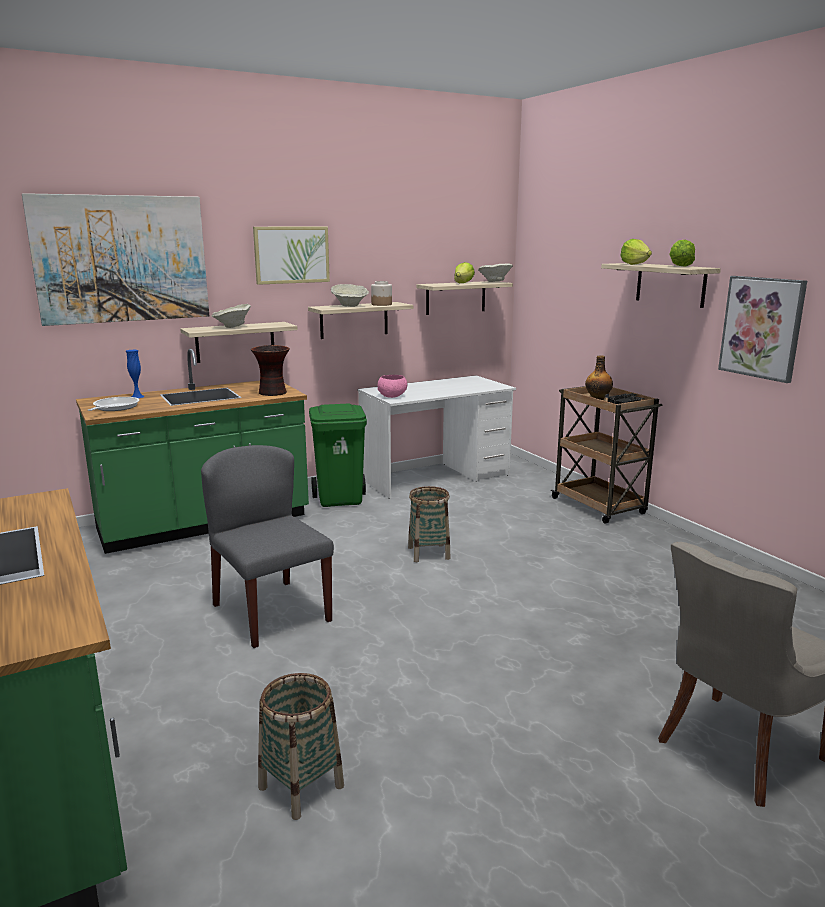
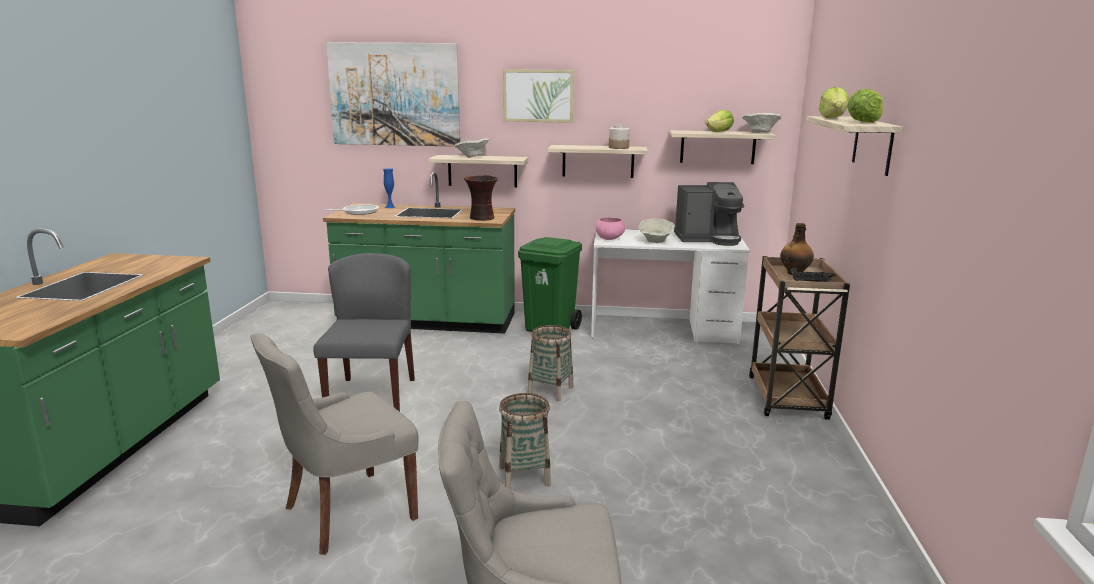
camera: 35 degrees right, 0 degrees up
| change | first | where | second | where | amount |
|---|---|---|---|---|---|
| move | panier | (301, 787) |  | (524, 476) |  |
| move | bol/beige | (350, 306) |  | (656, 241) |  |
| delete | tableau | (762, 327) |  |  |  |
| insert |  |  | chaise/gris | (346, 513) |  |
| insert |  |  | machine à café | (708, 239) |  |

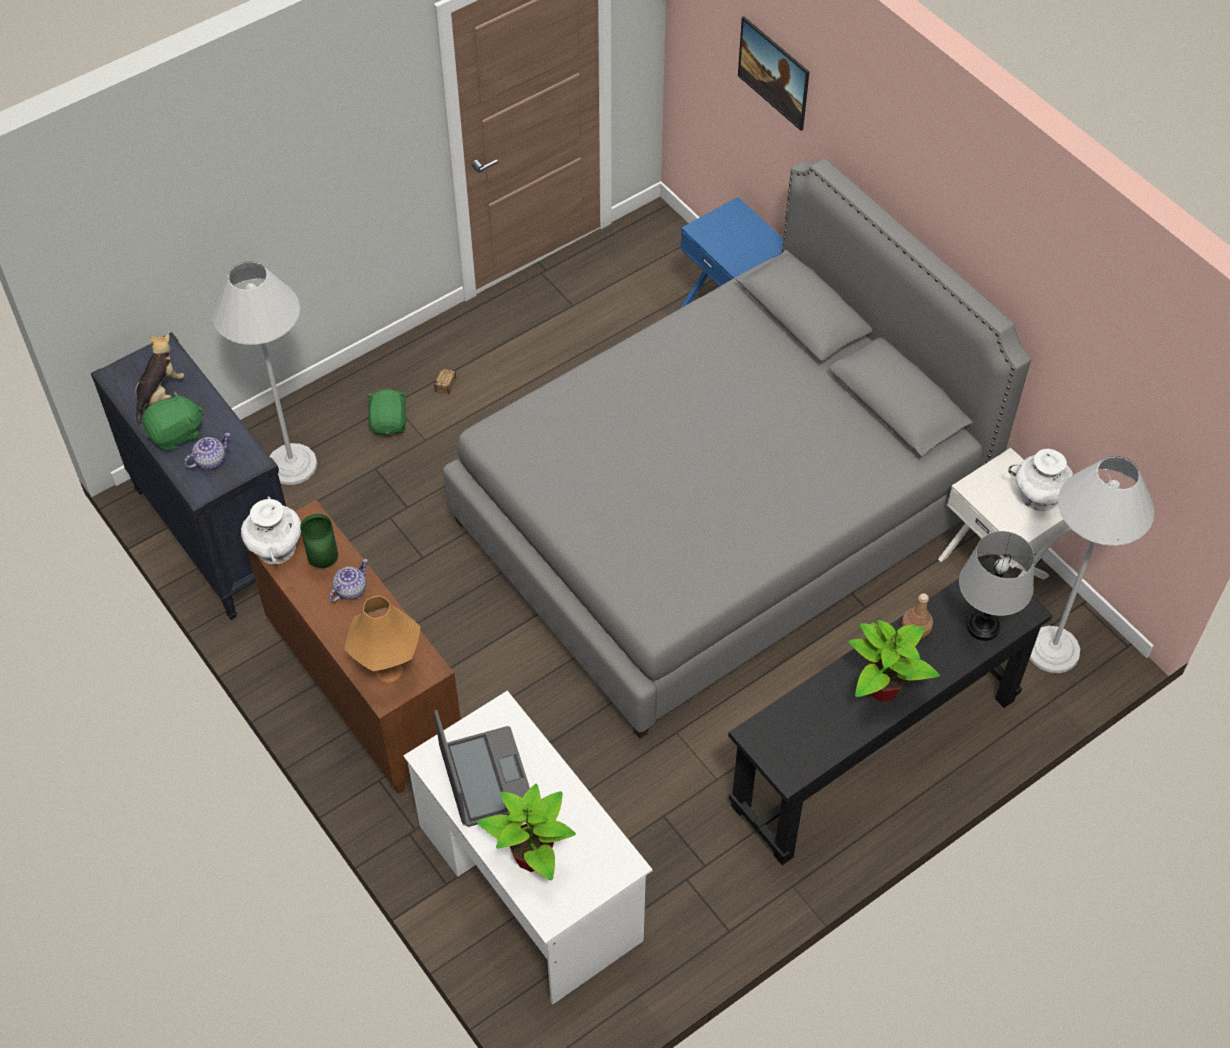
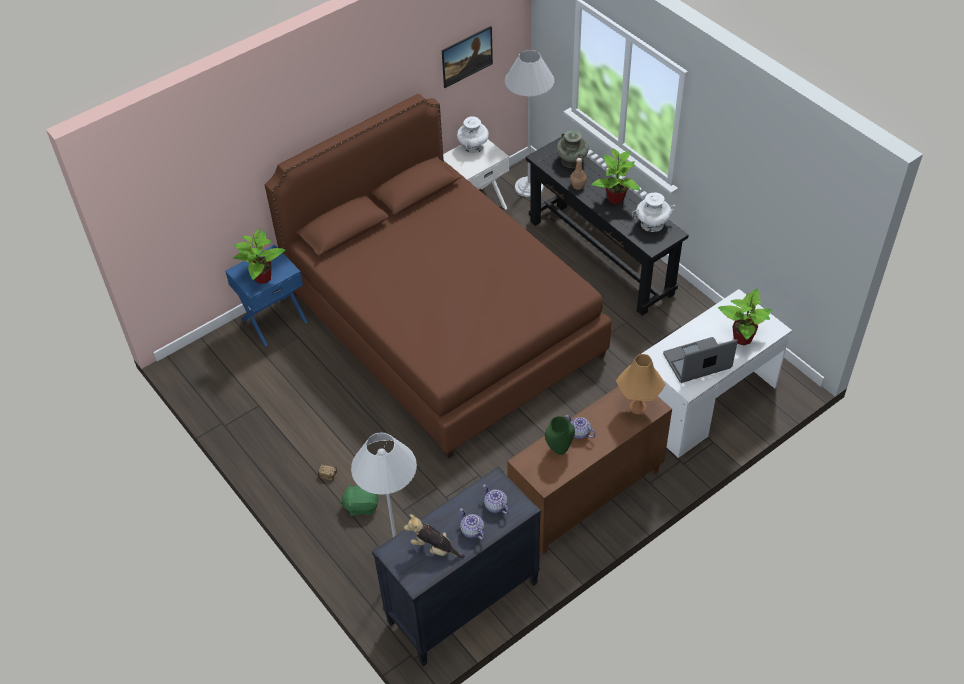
camera: 90 degrees left, 5 degrees down
| change | first | where | second | where | amount |
|---|---|---|---|---|---|
| replace | peluche/vert | (176, 434) | théière | (472, 531) |  |
| move | vase/blanc | (276, 548) |  | (652, 224) |  |
| recolor | lit/gris | (718, 518) | lit/marron | (443, 324) |  |
| move | tableau | (772, 87) |  | (467, 66) |  |
| replace | lampe de table/gris | (983, 626) | vase/turquoise | (571, 161) |  |
| insert |  |  | plante en pot | (262, 278) |  |

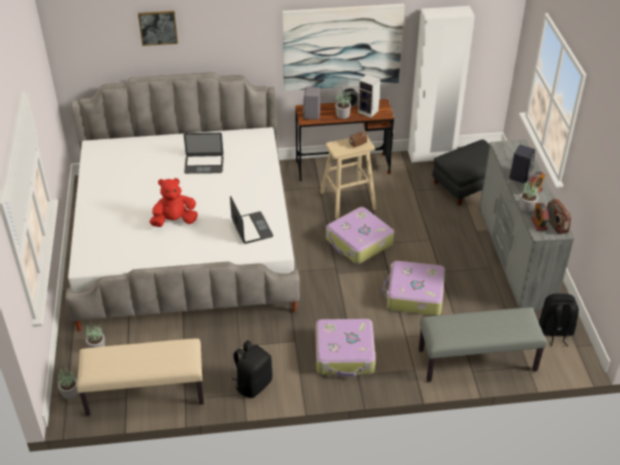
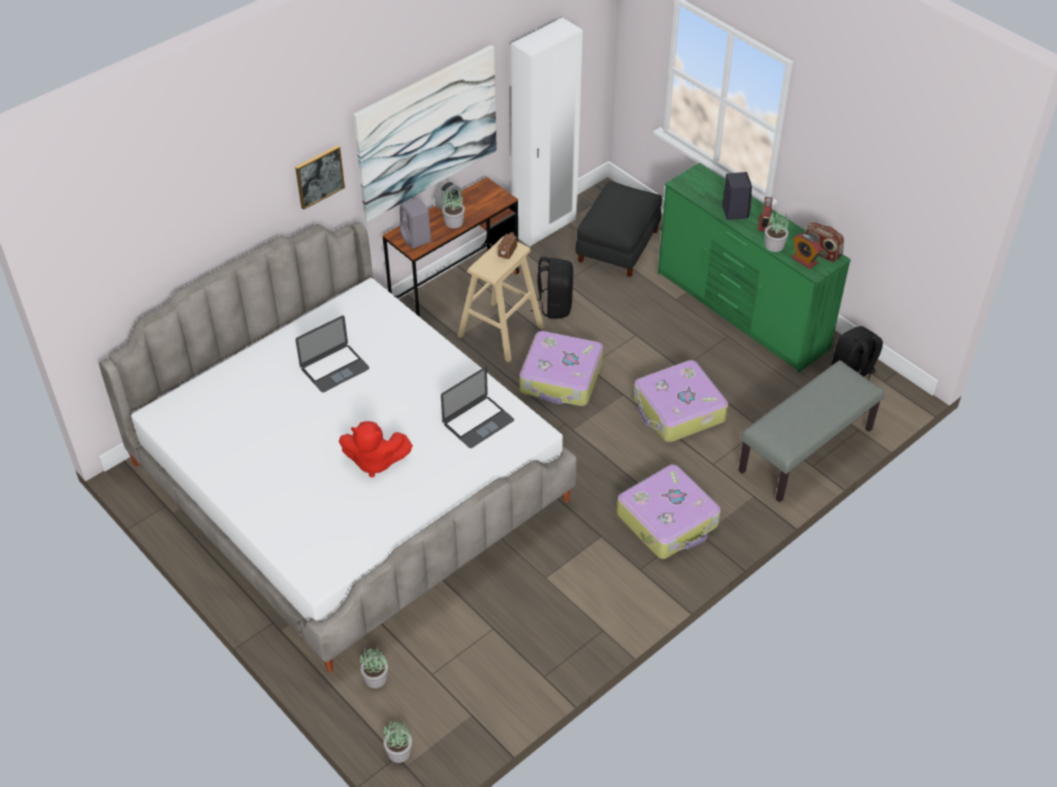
camera: 35 degrees left, 5 degrees up
| change | first | where | second | where | amount |
|---|---|---|---|---|---|
| delete | banc/beige | (145, 393) |  |  |  |
| move | tableau | (158, 27) |  | (319, 176) |  |
| rotate | peluche/rouge | (174, 221) |  | (374, 461) | 120 degrees counterclockwise |
| rotate | ordinateur portable | (251, 228) |  | (478, 422) | 105 degrees clockwise |
| move | sac à dos/noir | (253, 384) |  | (554, 306) |  |
| delete | enceinte | (369, 112) |  |  |  |
| recolor | commode/gris | (514, 257) | commode/vert | (741, 311) |  |

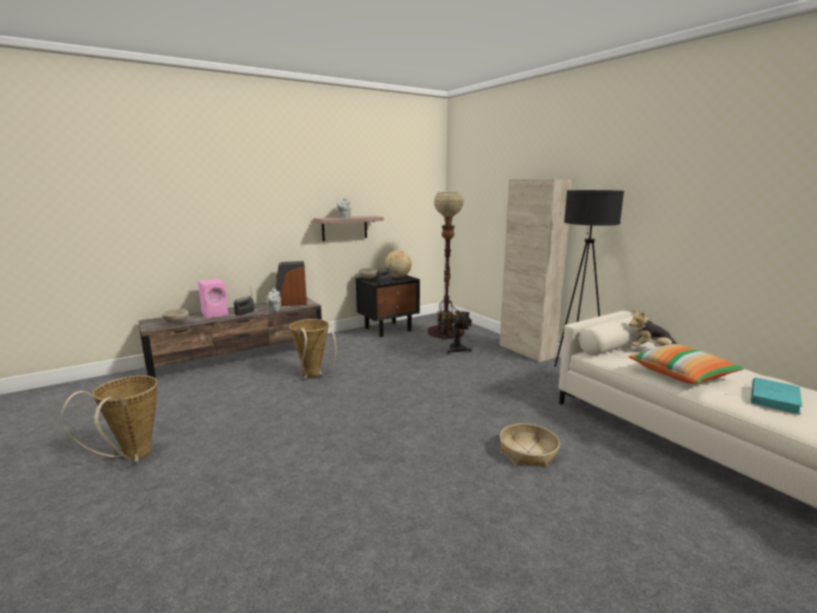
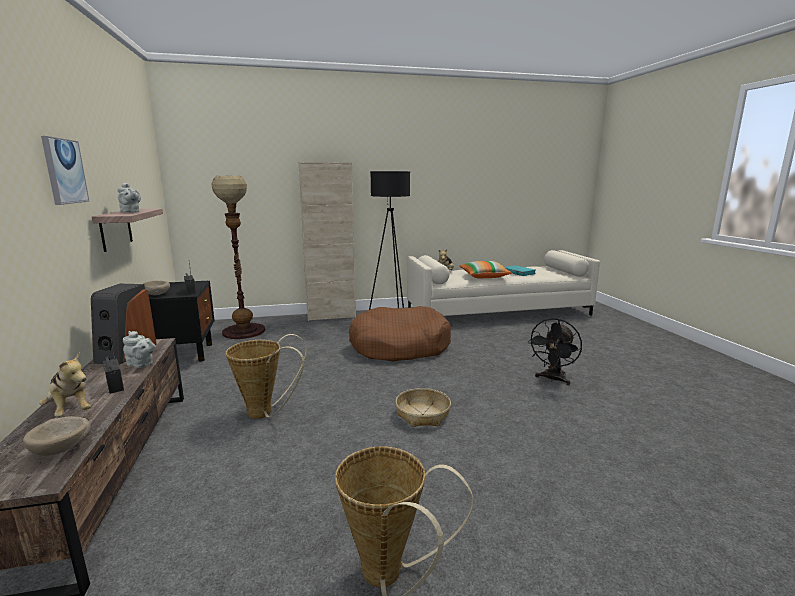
camera: 70 degrees left, 0 degrees up
| change | first | where | second | where | amount |
|---|---|---|---|---|---|
| replace | enceinte/rose | (216, 314) | peluche | (70, 410) |  |
| delete | globe | (397, 277) |  |  |  |
| move | ventilateur/noir | (451, 349) |  | (552, 379) |  |
| move | panier | (528, 452) |  | (423, 414) |  |
| insert |  |  | tableau | (64, 171) |  |
| insert |  |  | panier pour chien/marron | (399, 346) |  |

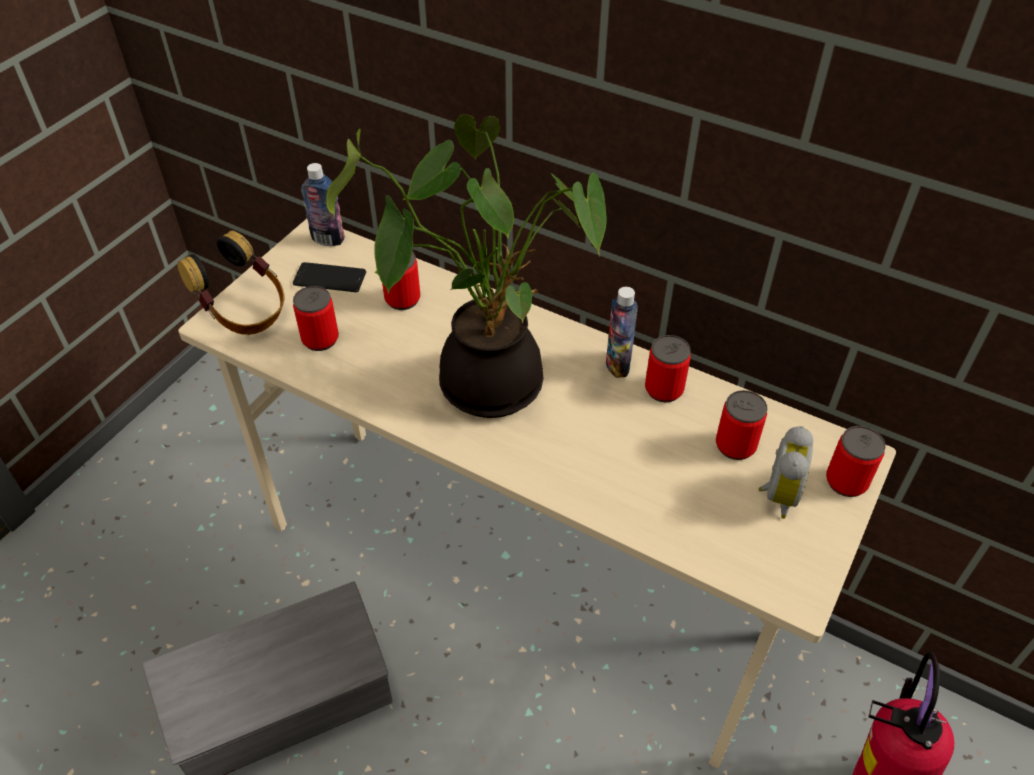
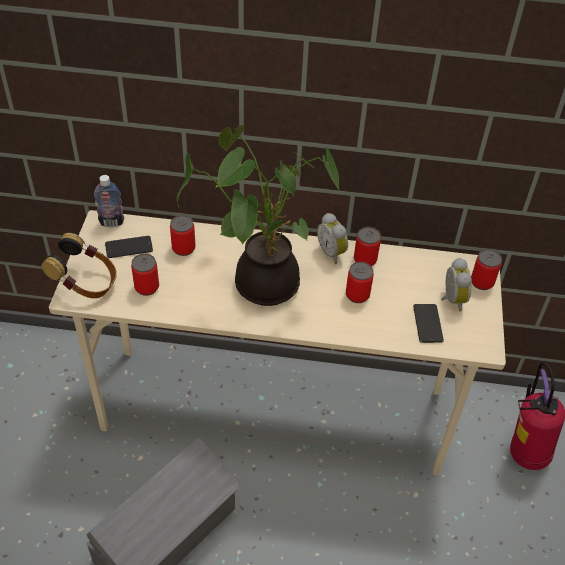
camera: 25 degrees left, 0 degrees up
| change | first | where | second | where | amount |
|---|---|---|---|---|---|
| replace | bouteille | (617, 364) | réveil | (332, 252) |  |
| move | boîte métallique | (735, 445) |  | (357, 295) |  |
| insert |  |  | téléphone | (428, 323) |  |

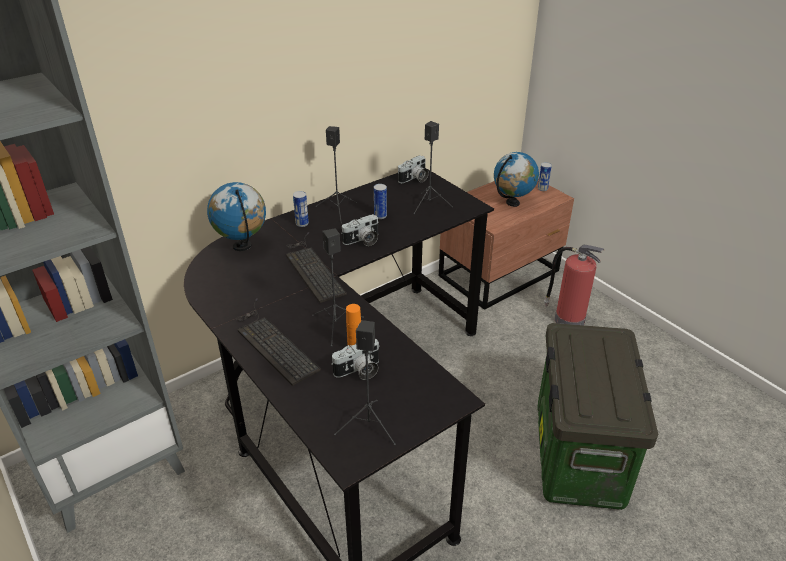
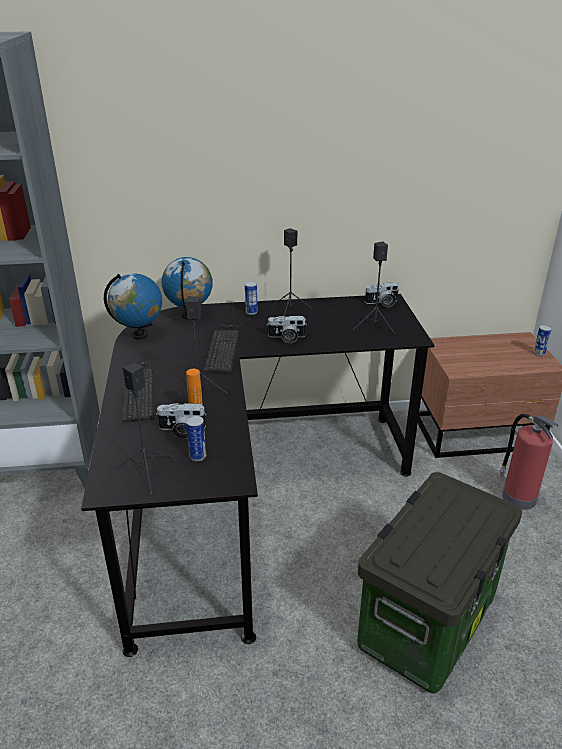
camera: 30 degrees right, 5 degrees down
| change | first | where | second | where | amount |
|---|---|---|---|---|---|
| move | boîte métallique | (380, 216) |  | (197, 456) |  |
| move | globe | (512, 203) |  | (139, 335) |  |

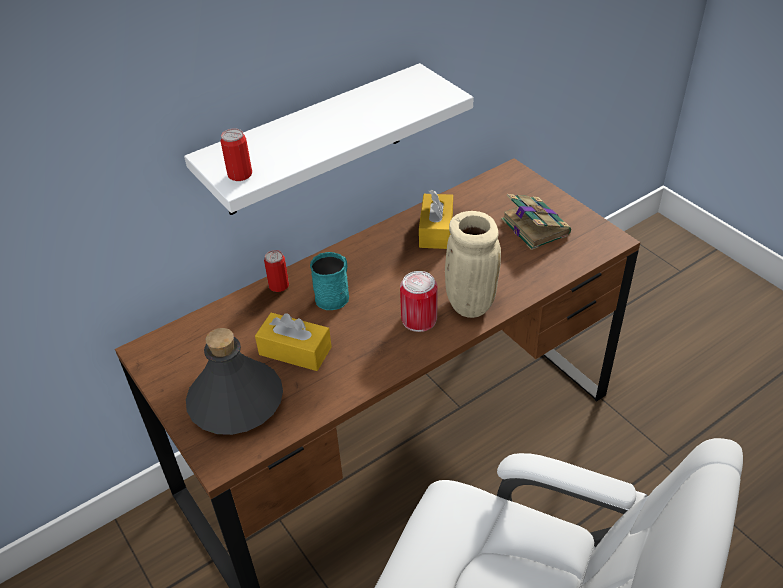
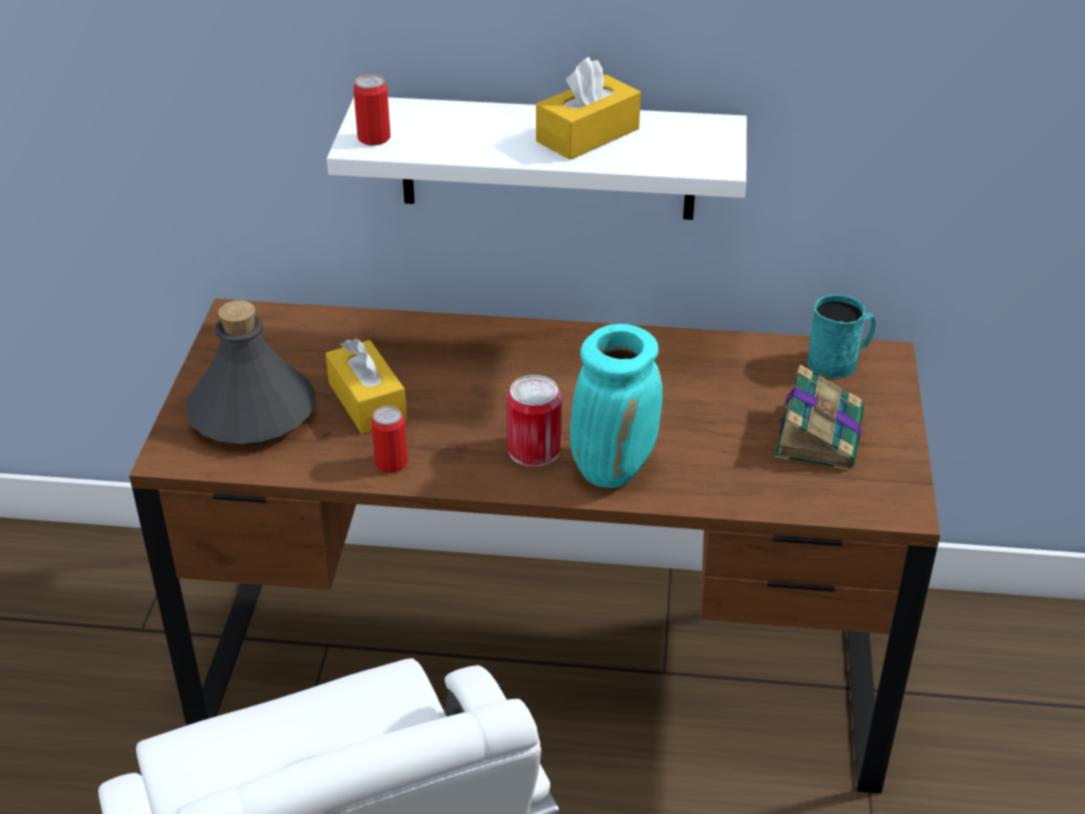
camera: 40 degrees right, 5 degrees down
| change | first | where | second | where | amount |
|---|---|---|---|---|---|
| move | boîte métallique | (279, 285) |  | (391, 463) |  |
| move | mug/turquoise | (334, 295) |  | (839, 361) |  |
| move | boîte à mouchoirs/jaune | (436, 230) |  | (587, 135) |  |
| recolor | vase/beige | (468, 303) | vase/turquoise | (613, 468) |  |

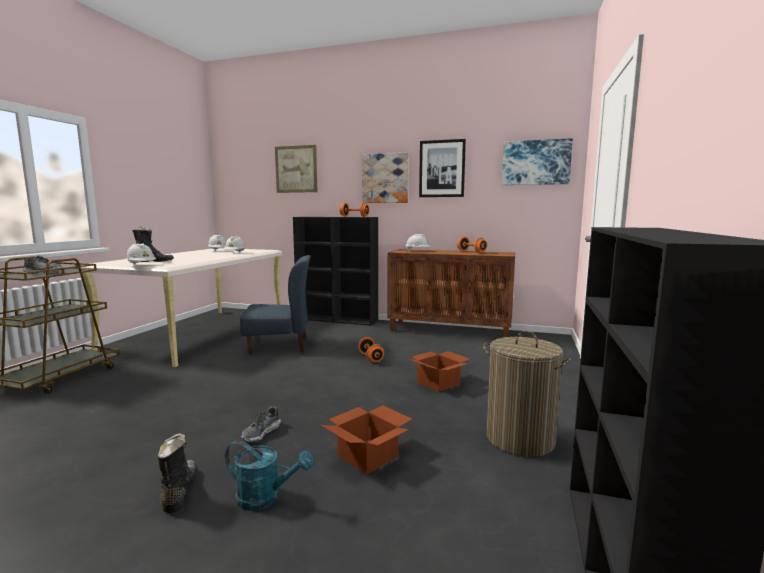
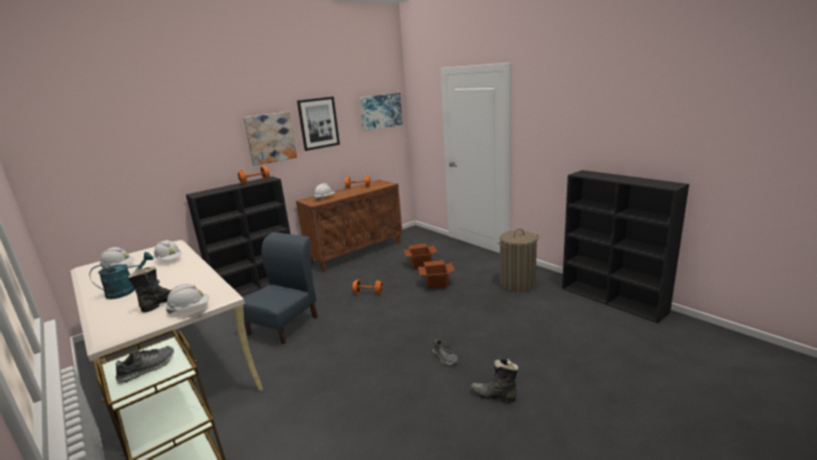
camera: 55 degrees left, 10 degrees up
| change | first | where | second | where | amount |
|---|---|---|---|---|---|
| move | arrosoir/turquoise | (266, 498) |  | (126, 291) |  |
| delete | tableau | (296, 169) |  |  |  |
| move | carton | (369, 456) |  | (421, 263) |  |

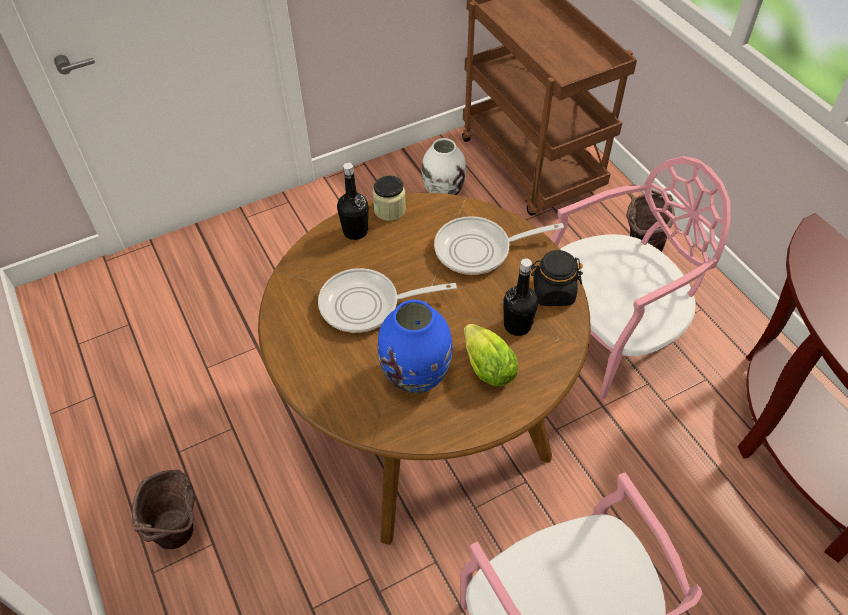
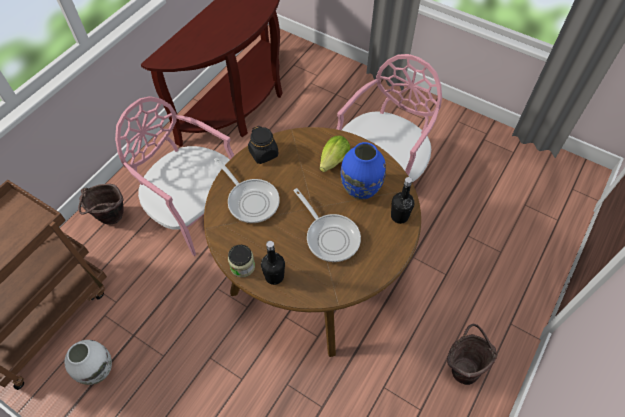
camera: 120 degrees left, 5 degrees up
| change | first | where | second | where | amount |
|---|---|---|---|---|---|
| move | bouteille/noir | (517, 325) |  | (399, 216) |  |

